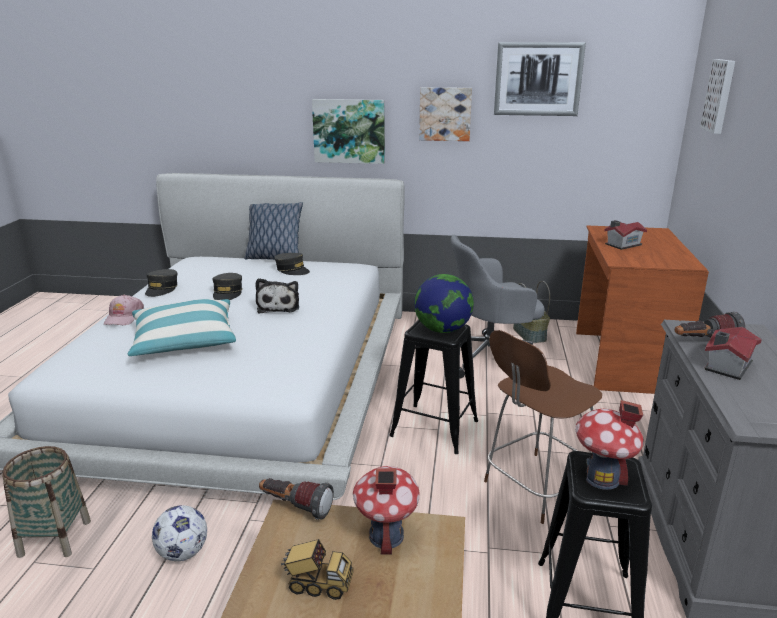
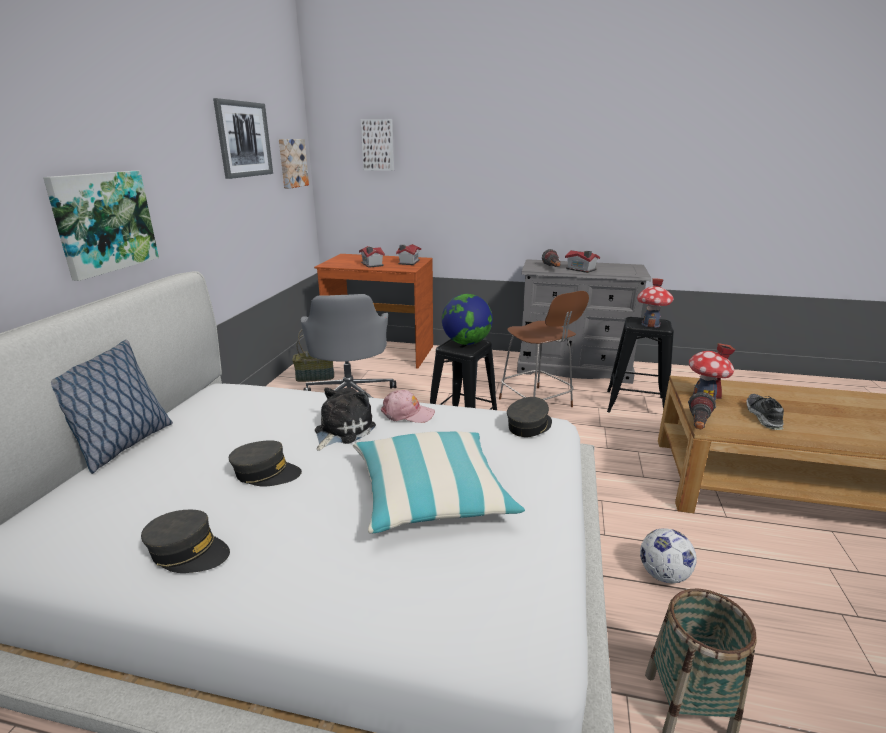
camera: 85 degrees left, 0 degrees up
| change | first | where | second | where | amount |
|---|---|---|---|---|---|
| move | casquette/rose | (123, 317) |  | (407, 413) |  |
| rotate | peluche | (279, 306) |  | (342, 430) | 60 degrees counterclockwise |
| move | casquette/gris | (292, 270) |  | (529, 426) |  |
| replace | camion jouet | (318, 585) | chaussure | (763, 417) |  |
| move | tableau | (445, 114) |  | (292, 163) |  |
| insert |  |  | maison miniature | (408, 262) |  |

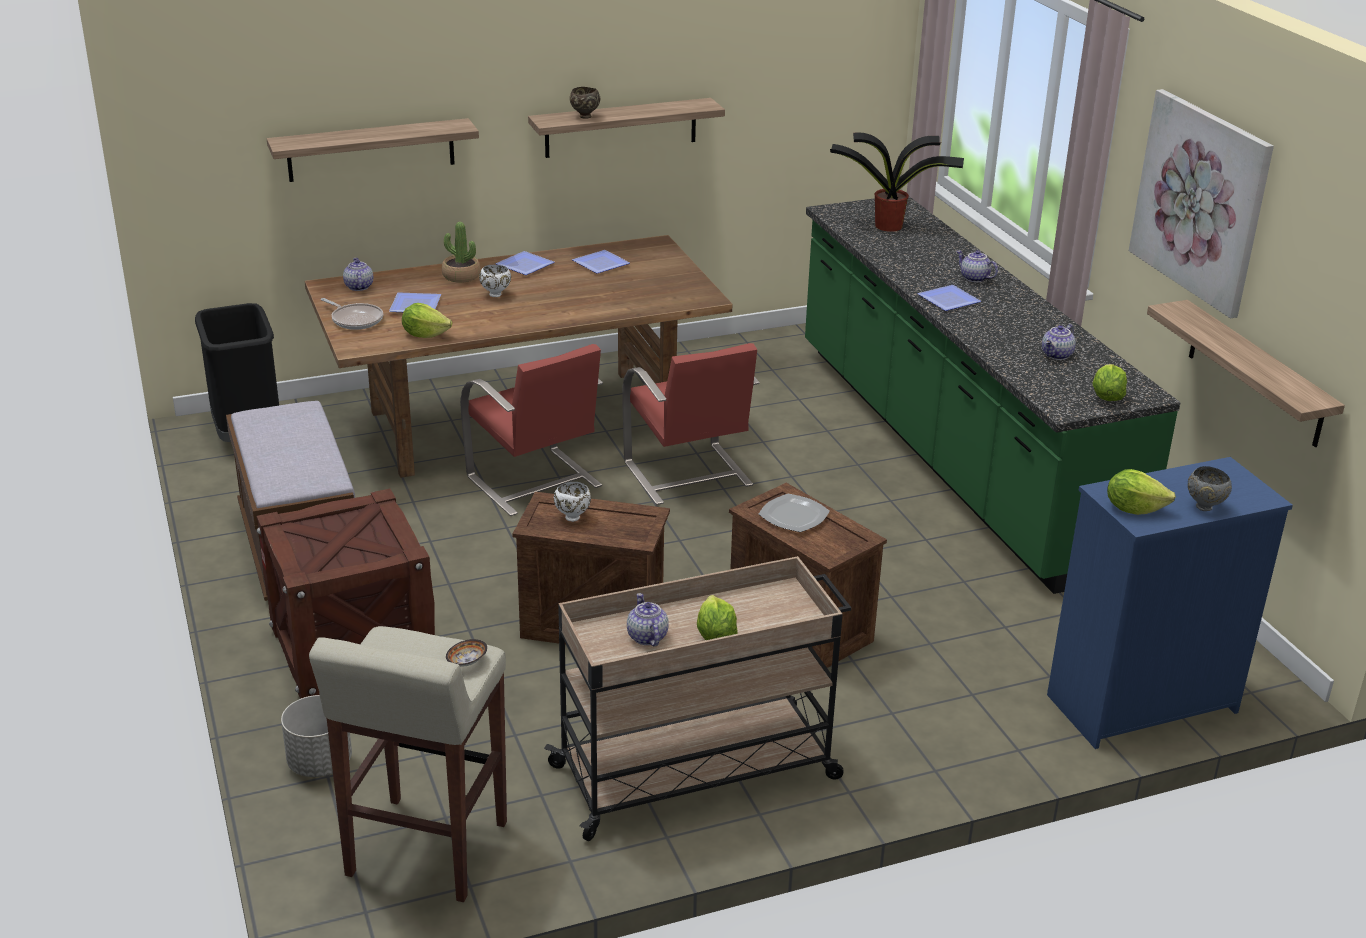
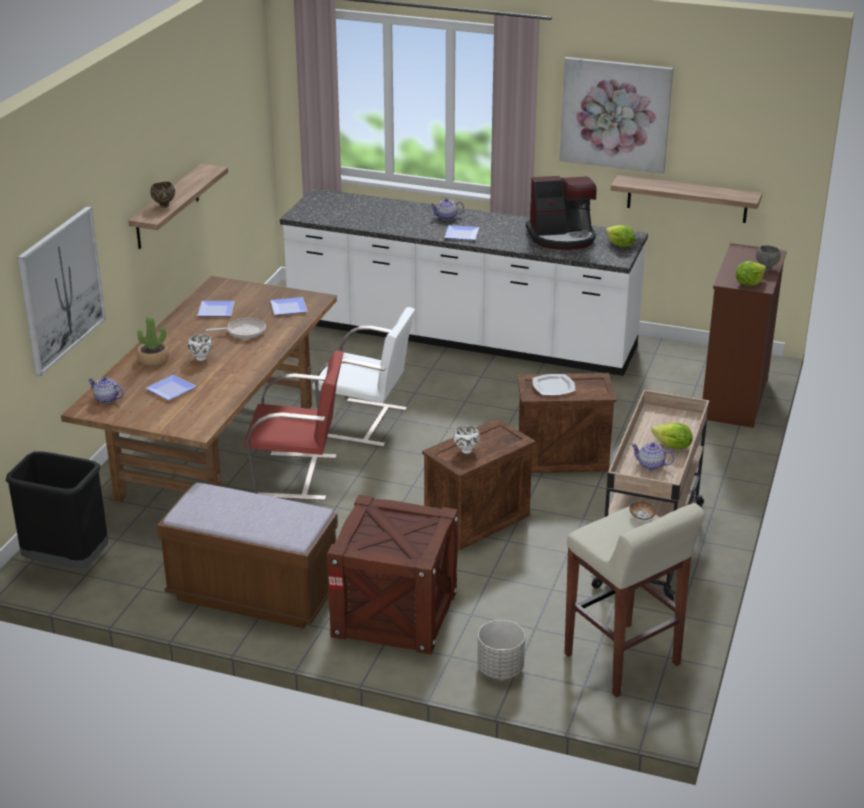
camera: 50 degrees left, 0 degrees up
| change | first | where | second | where | amount |
|---|---|---|---|---|---|
| replace | étagère | (371, 150) | tableau | (61, 289) |  |
| move | poêle | (355, 319) |  | (244, 332) |  |
| delete | laitue | (425, 334) |  |  |  |
| move | assiette | (523, 266) |  | (287, 308) |  |
| recolor | chaise/rouge | (688, 475) | chaise/blanc | (366, 423) |  |
| recolor | comptoir de cuisine/vert | (952, 453) | comptoir de cuisine/blanc | (460, 337) |  |
| delete | plante en pot | (890, 226) |  |  |  |
| replace | théière | (1057, 355) | machine à café | (562, 237) |  |
| recolor | commode/bleu | (1139, 703) | commode/marron | (733, 399) |  |

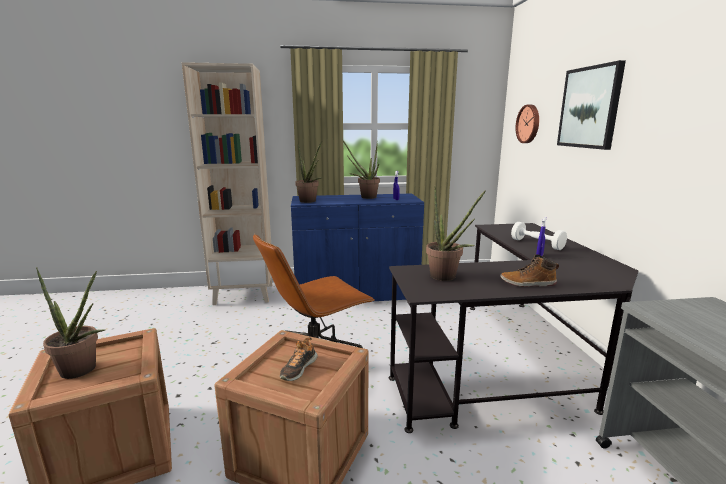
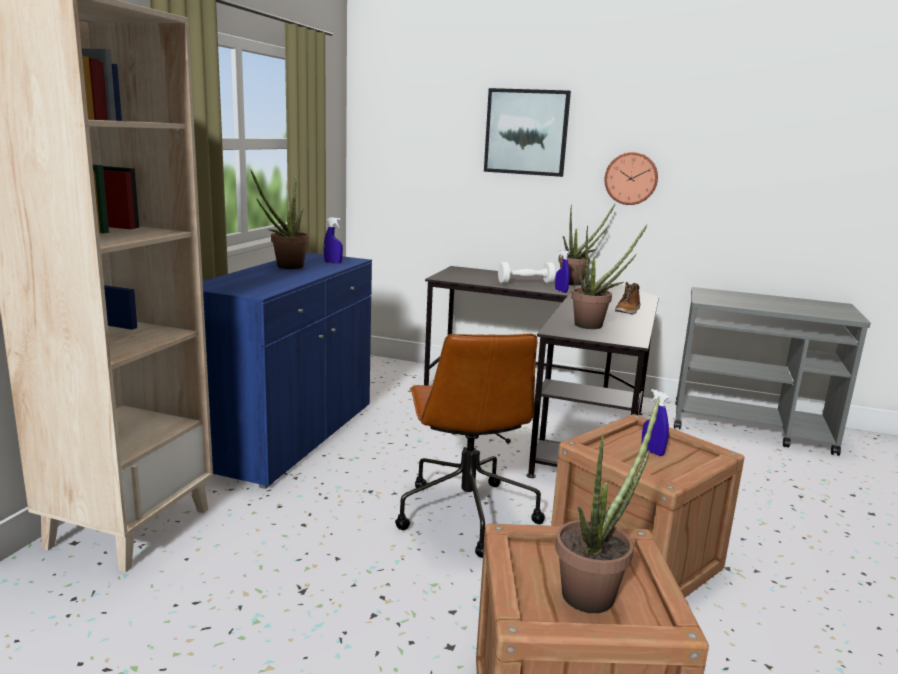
camera: 65 degrees left, 0 degrees up
| change | first | where | second | where | amount |
|---|---|---|---|---|---|
| replace | chaussure | (298, 368) | vaporisateur/bleu | (652, 452) |  |
| move | plante en pot | (309, 201) |  | (576, 283) |  |
| move | horloge murale | (529, 124) |  | (631, 178) |  |

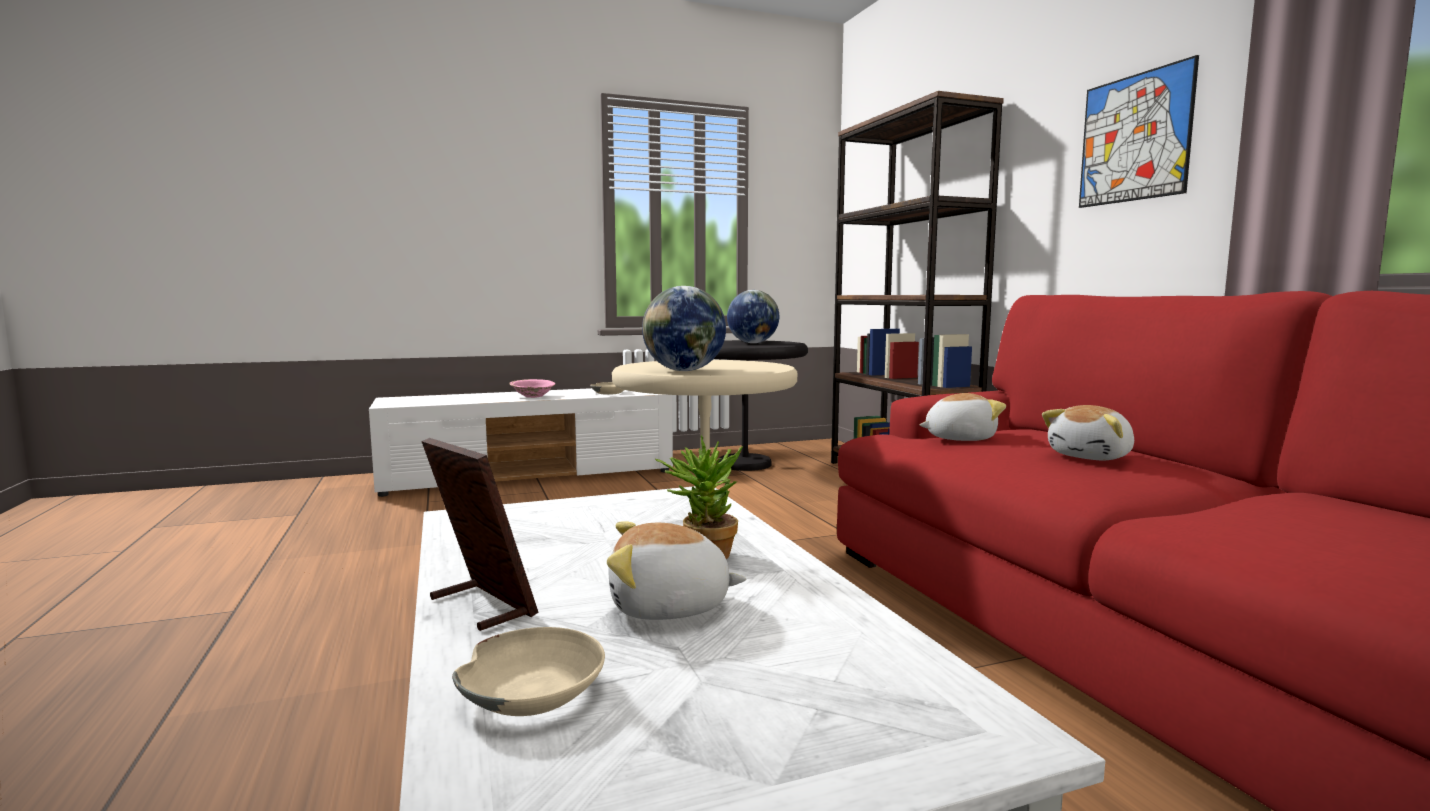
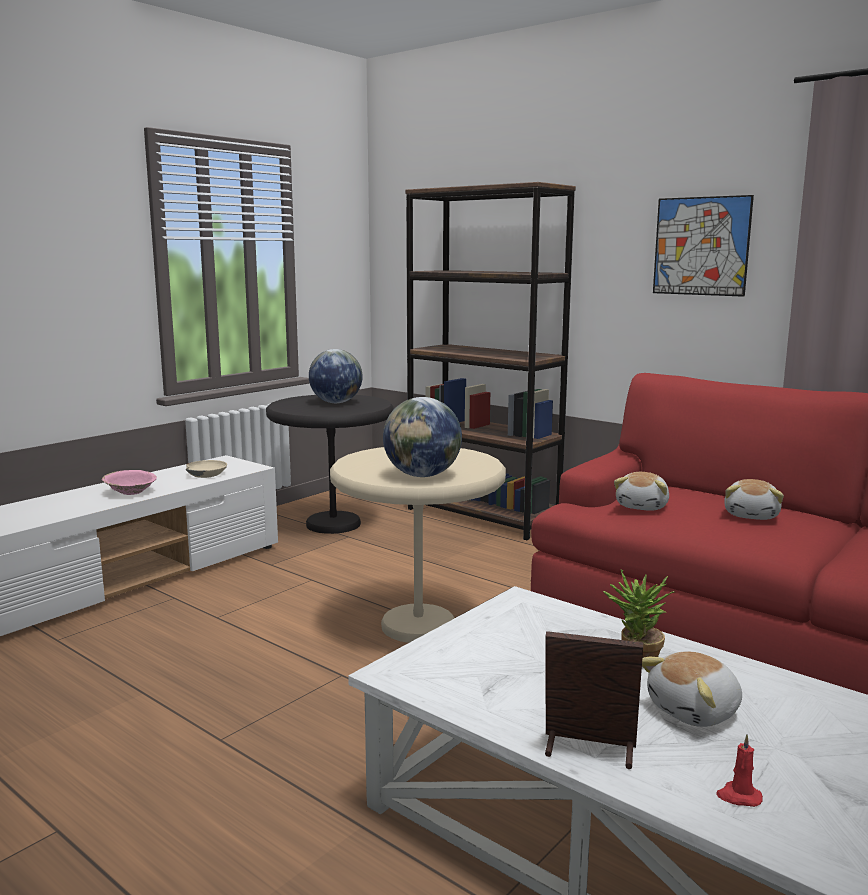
camera: 30 degrees left, 5 degrees up
| change | first | where | second | where | amount |
|---|---|---|---|---|---|
| replace | bol/beige | (533, 690) | bougie/rouge | (738, 796) |  |
| rotate | peluche | (959, 438) |  | (643, 506) | 150 degrees clockwise |

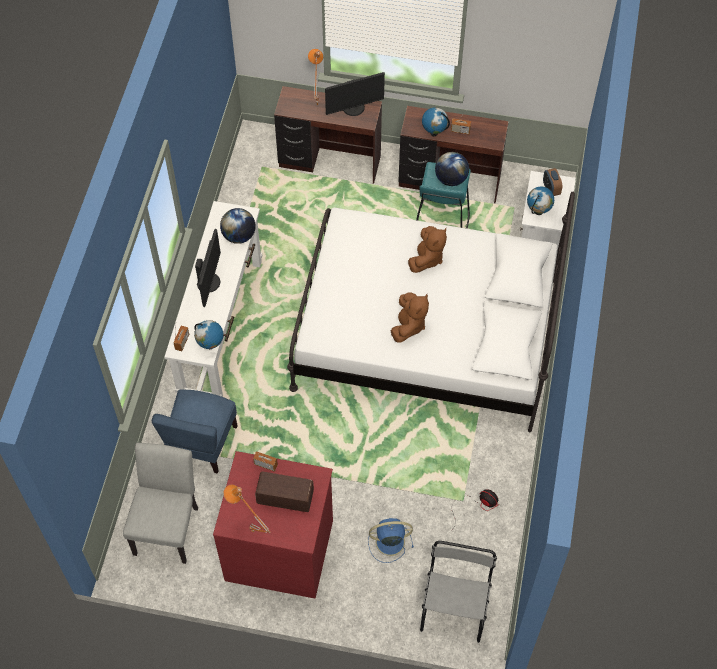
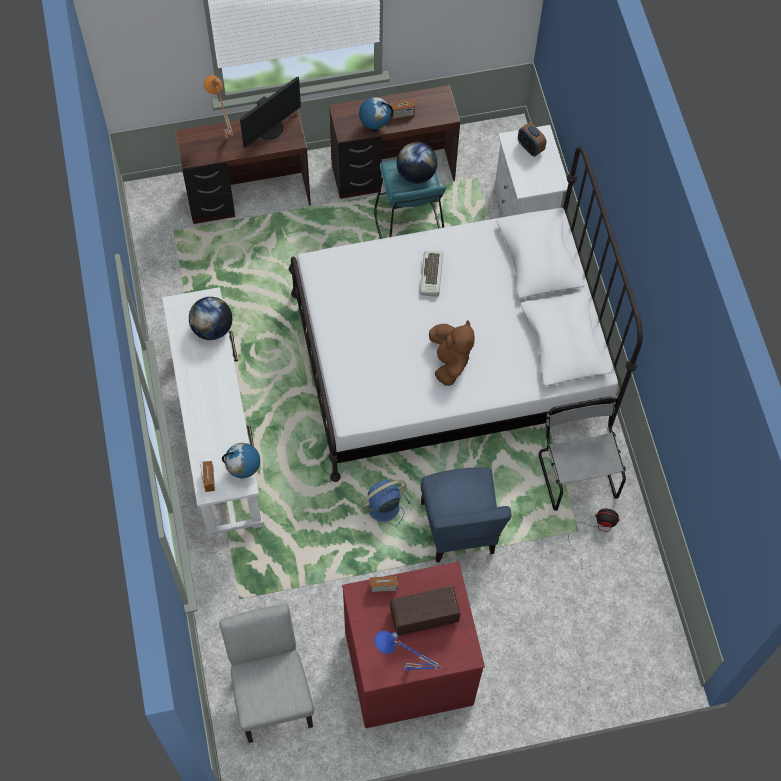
camera: 25 degrees left, 5 degrees up
| change | first | where | second | where | amount |
|---|---|---|---|---|---|
| move | chaise/bleu | (202, 444) |  | (459, 527) |  |
| delete | écran d'ordinateur | (209, 282) |  |  |  |
| recolor | lampe de table/orange | (251, 533) | lampe de table/bleu | (406, 672) |  |
| move | ventilateur/bleu | (388, 542) |  | (382, 508) |  |
| replace | peluche/marron | (427, 258) | clavier | (432, 276) |  |
| move | chaise/gris | (455, 606) |  | (576, 472) |  |
| delete | globe | (538, 212) |  |  |  |

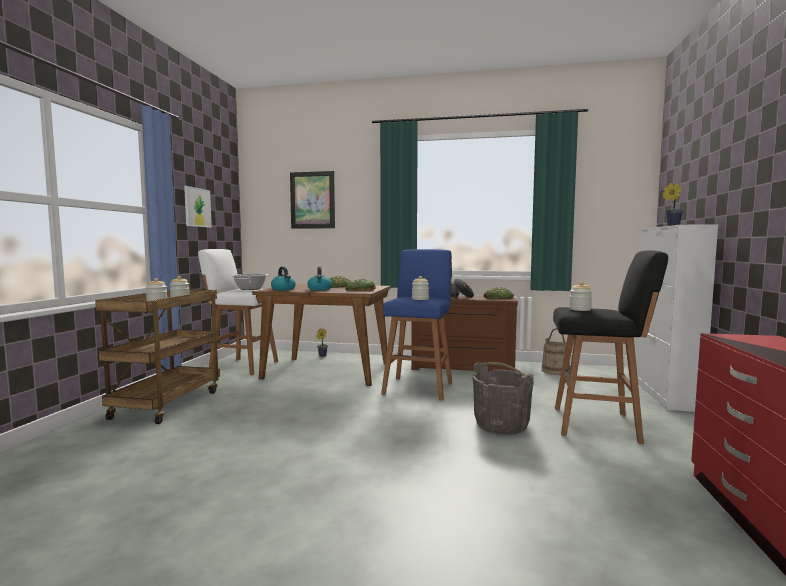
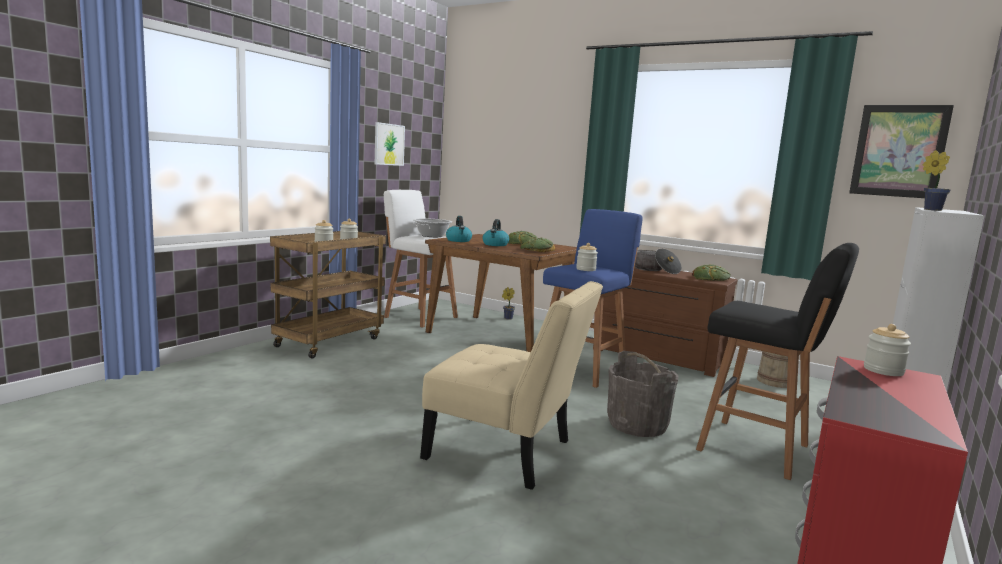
camera: 20 degrees right, 5 degrees up
| change | first | where | second | where | amount |
|---|---|---|---|---|---|
| move | tableau | (312, 200) |  | (899, 151) |  |
| move | bocal | (580, 309) |  | (883, 370) |  |
| insert |  |  | chaise/beige | (506, 453) |  |

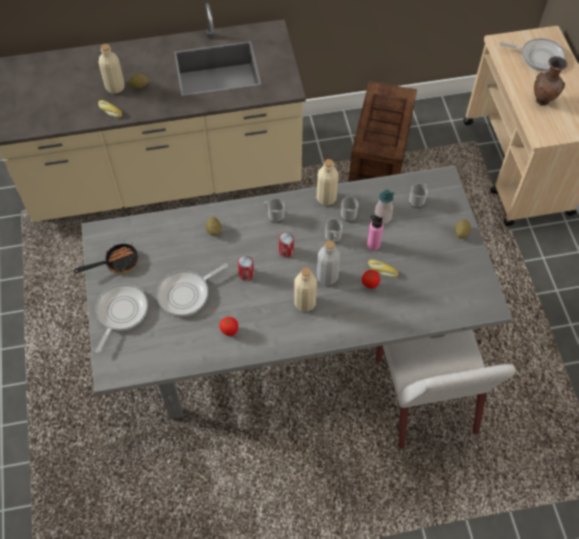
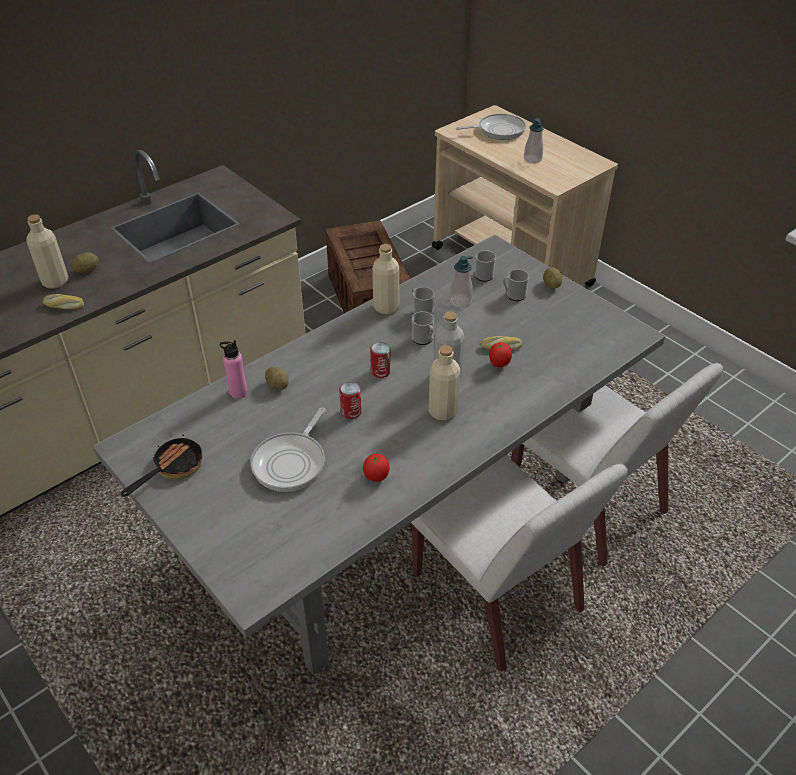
camera: 30 degrees left, 15 degrees down
| change | first | where | second | where | amount |
|---|---|---|---|---|---|
| delete | poêle | (120, 313) |  |  |  |
| move | mug | (274, 216) |  | (513, 295) |  |
| move | bouteille/rose | (373, 244) |  | (238, 392) |  |
| replace | vase/marron | (543, 101) | distributeur de savon | (532, 159) |  |
| insert |  |  | chaise/blanc | (498, 593) |  |

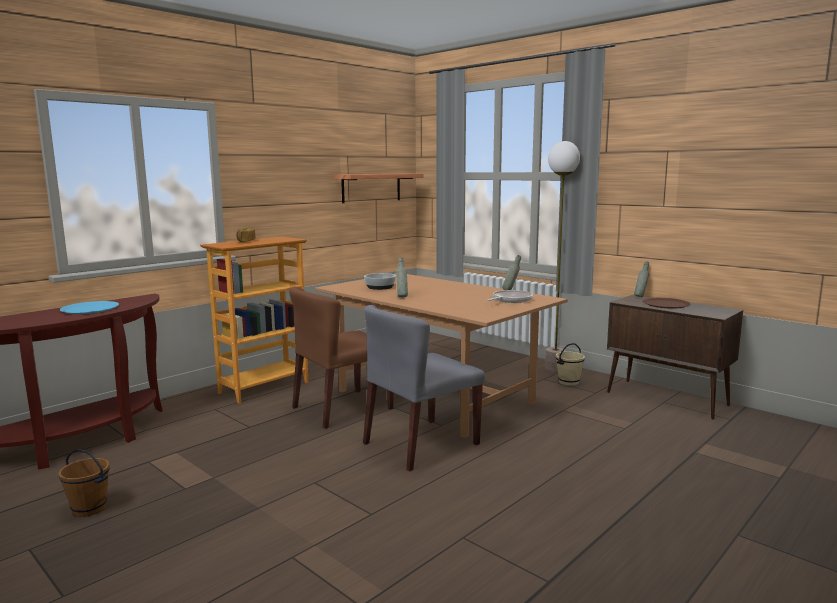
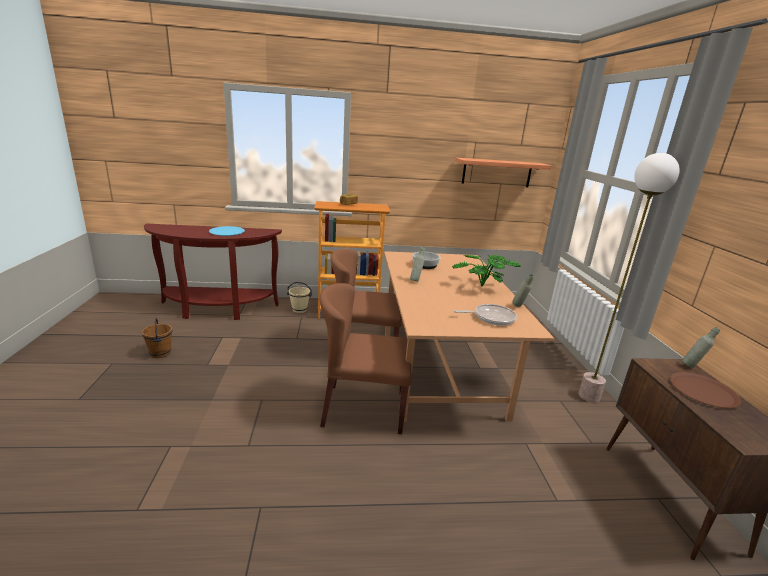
camera: 40 degrees right, 10 degrees up
| change | first | where | second | where | amount |
|---|---|---|---|---|---|
| recolor | chaise/gris | (420, 444) | chaise/marron | (363, 408) |  |
| move | seau/beige | (569, 382) |  | (299, 310) |  |
| insert |  |  | plante en pot | (482, 287) |  |

